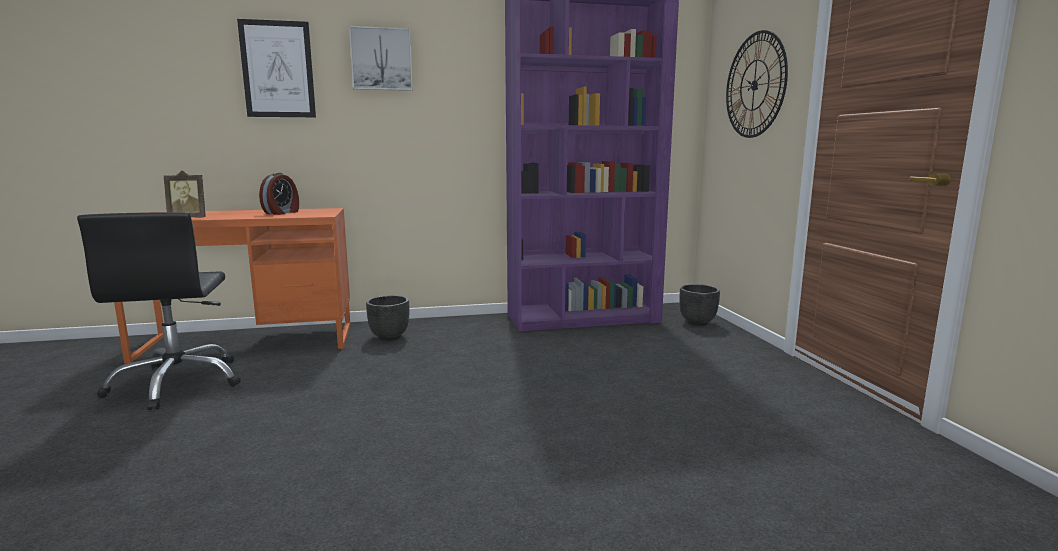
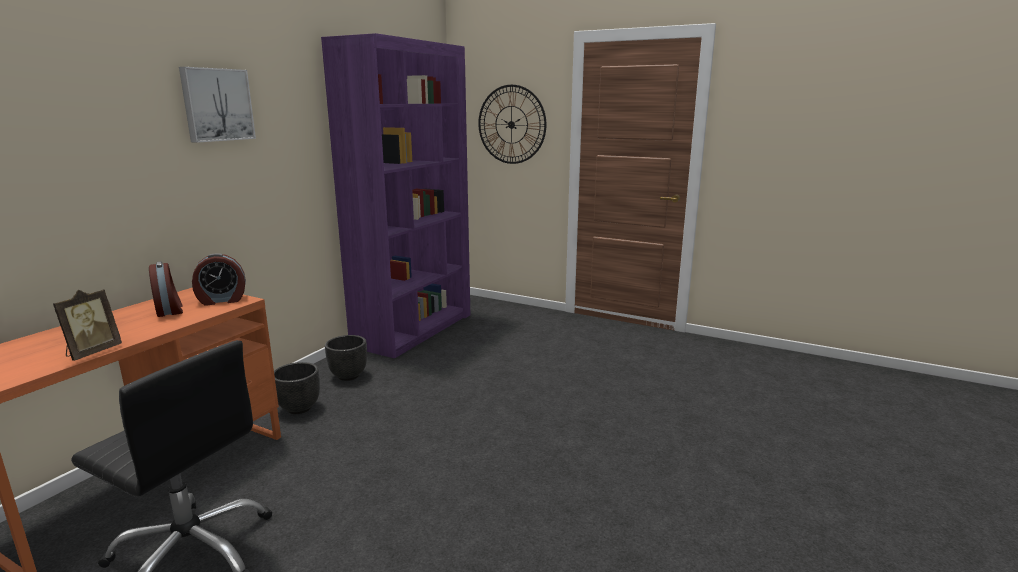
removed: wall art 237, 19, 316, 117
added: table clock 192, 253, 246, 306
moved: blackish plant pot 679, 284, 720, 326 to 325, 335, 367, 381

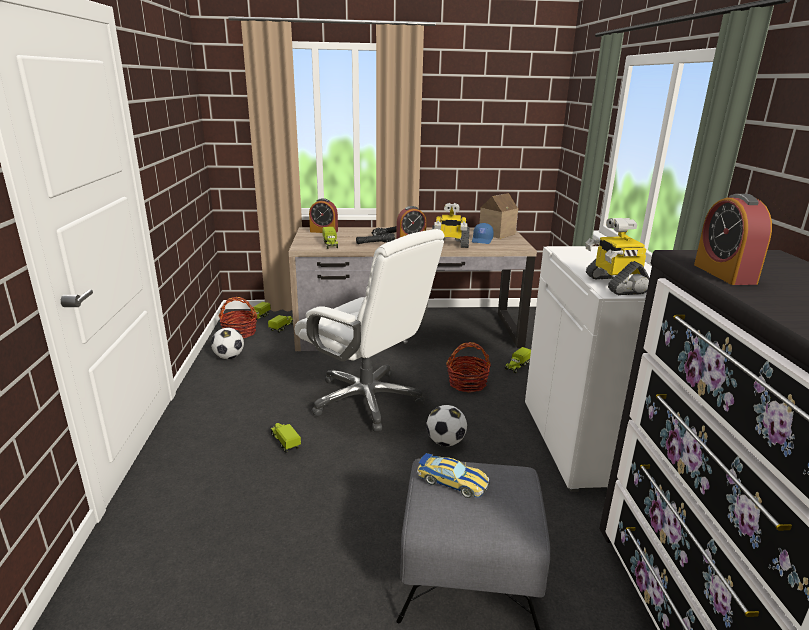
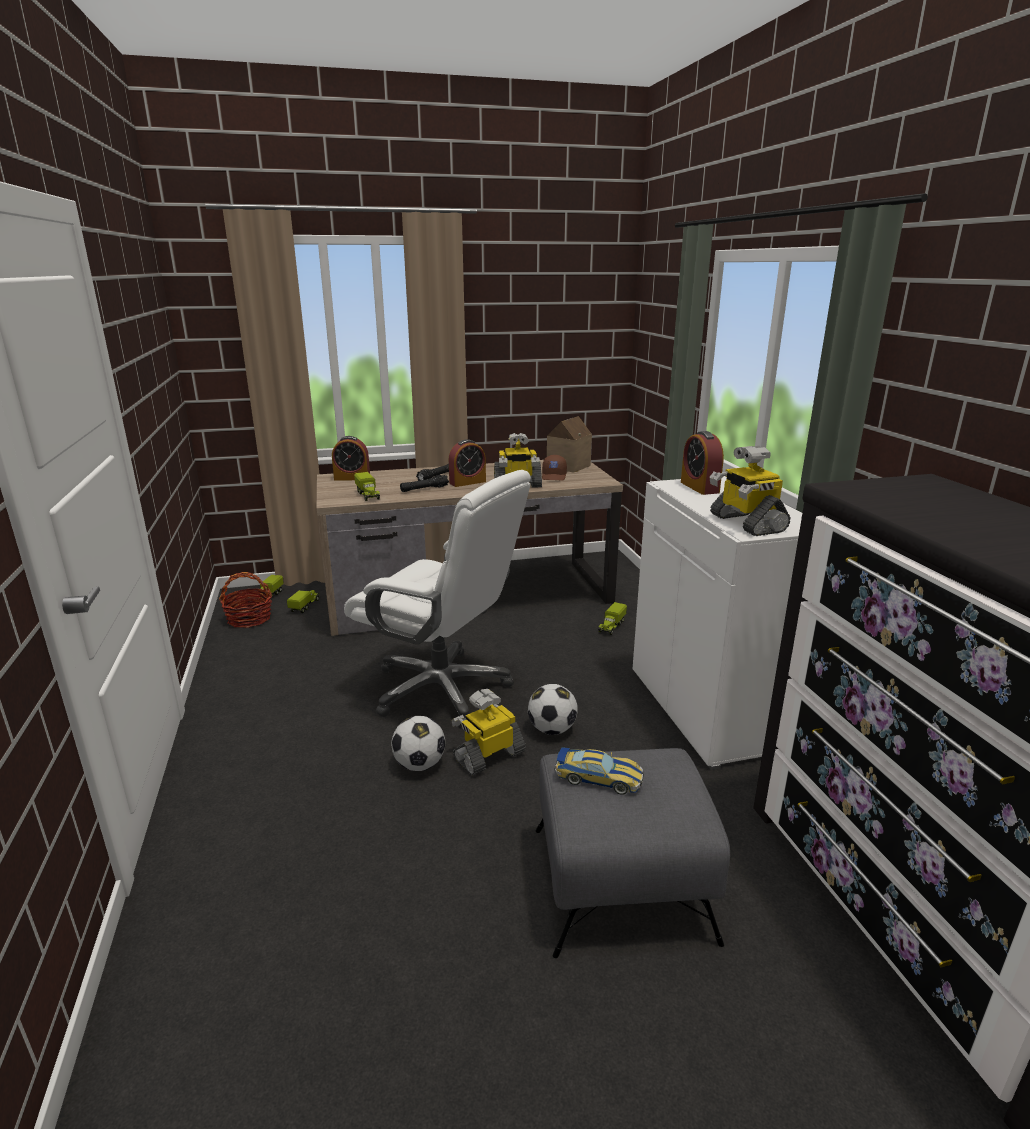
removed: model truck 270, 423, 301, 453; basket 446, 342, 491, 393
added: robot figure 452, 689, 526, 776
moved: ball for football 211, 328, 244, 359 to 391, 716, 445, 771; table clock 694, 194, 772, 285 to 681, 431, 724, 495
recoloured: blue baseball cap 472, 223, 494, 244 to brown baseball cap 542, 455, 567, 480

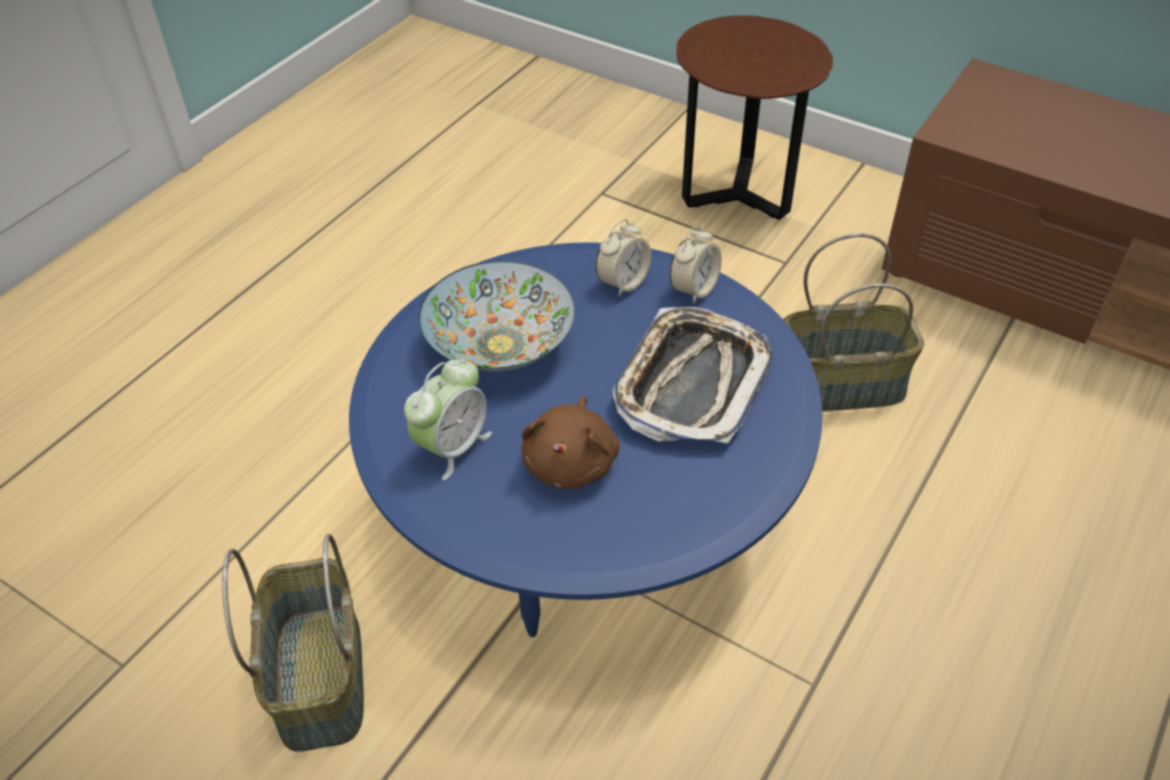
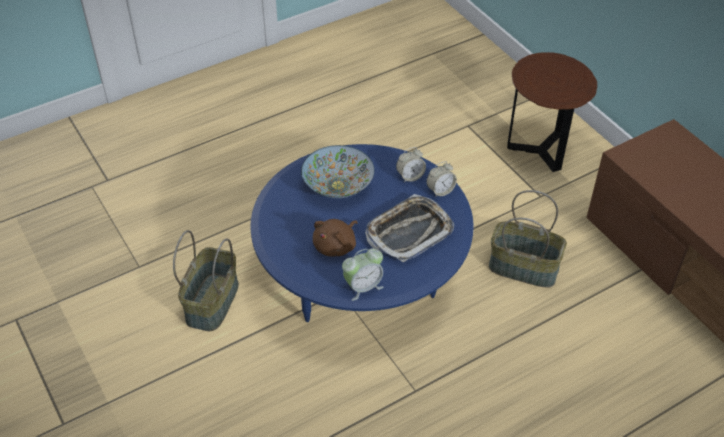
moved: table clock 404, 359, 492, 480 to 342, 248, 383, 301

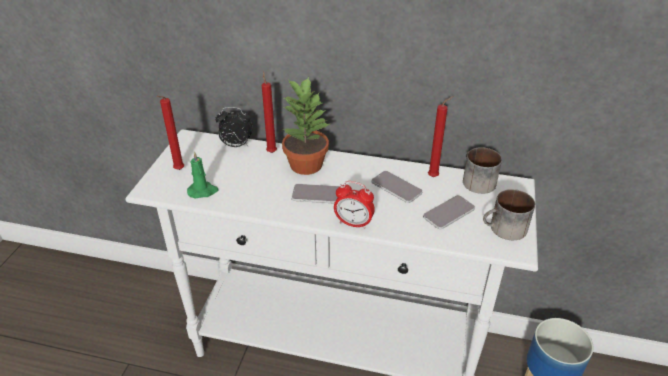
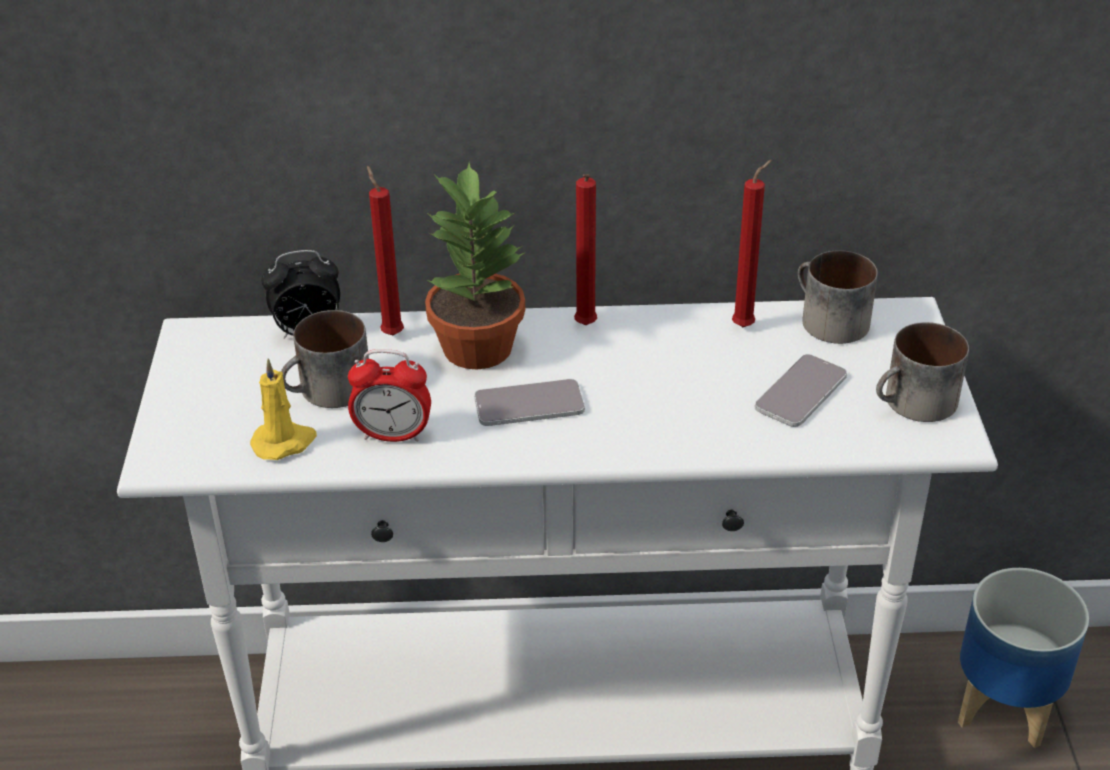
removed: handset 372, 171, 423, 203
added: tea mug 281, 310, 369, 408
moved: red candle 157, 96, 184, 170 to 574, 174, 597, 325; table clock 334, 181, 375, 229 to 348, 349, 431, 442
recoloured: greenish candle 187, 151, 219, 199 to yellowish candle 250, 358, 317, 460

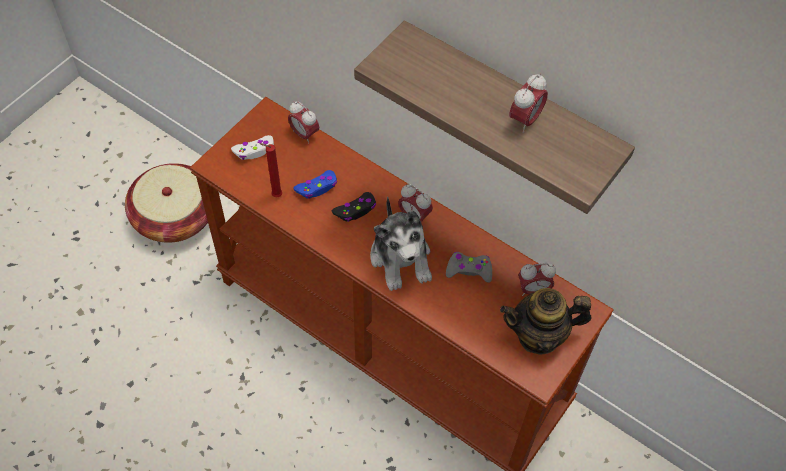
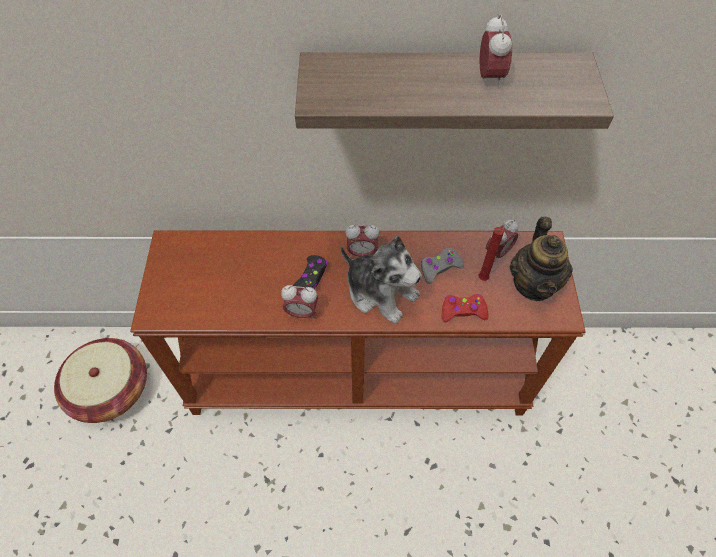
removed: white-coloured game controller 231, 135, 274, 160; blue game controller 293, 170, 337, 199
added: red game controller 442, 294, 489, 322
moved: red candle 260, 143, 282, 197 to 479, 227, 504, 281; table clock 288, 101, 319, 144 to 281, 285, 318, 319
turned: teapot 500, 288, 591, 355 = 510, 217, 573, 301 45 degrees counterclockwise

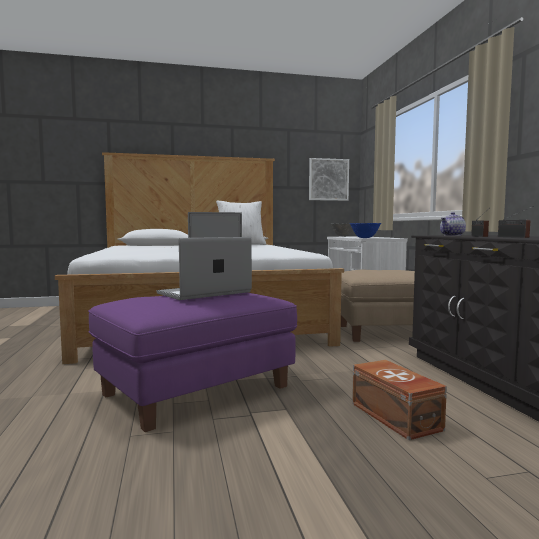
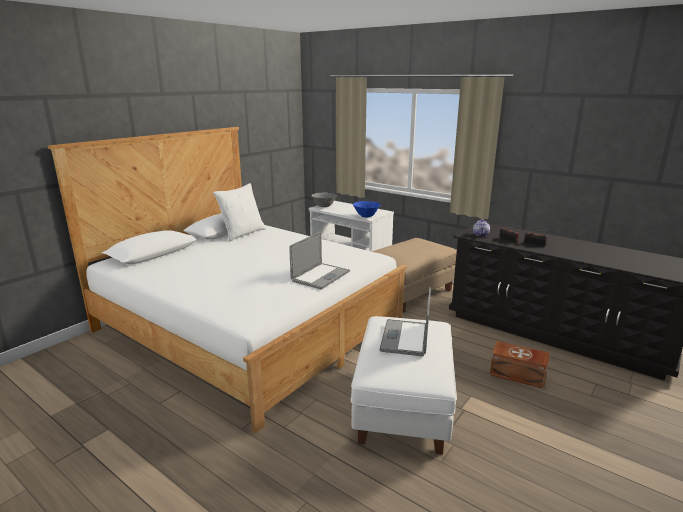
removed: wall art 309, 158, 349, 201
recoloured: purple pouffe 88, 293, 297, 432 to white-coloured pouffe 351, 316, 457, 455

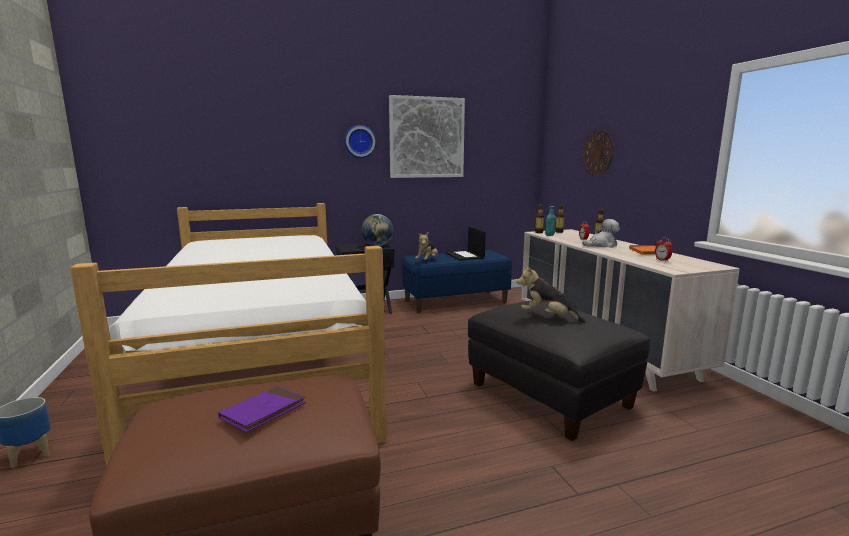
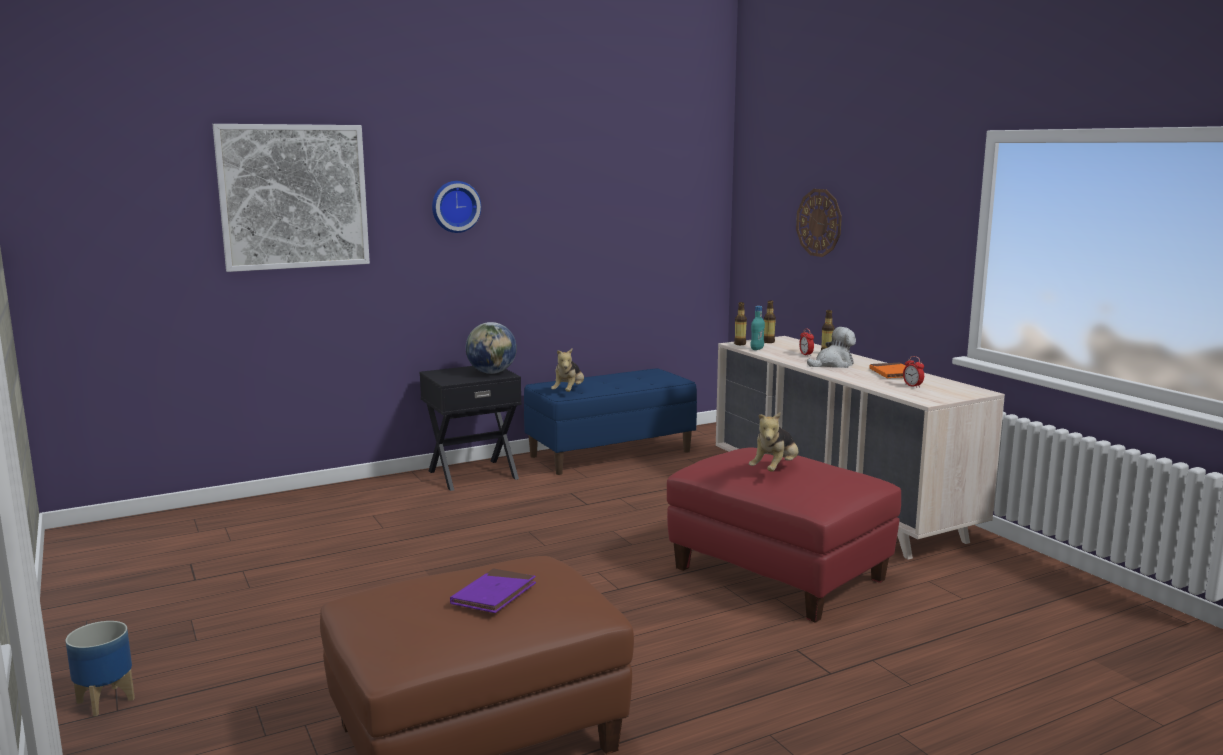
removed: bed 70, 203, 387, 466; laptop 446, 226, 486, 261
moved: wall art 389, 95, 465, 178 to 213, 124, 370, 272
recoloured: blackish pouffe 468, 301, 650, 441 to red pouffe 667, 447, 901, 623
turned: cuddly toy 517, 265, 586, 323 = 749, 412, 798, 472 75 degrees counterclockwise

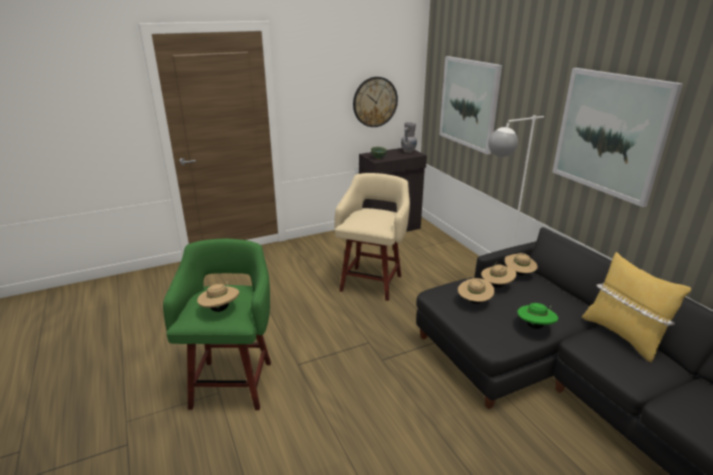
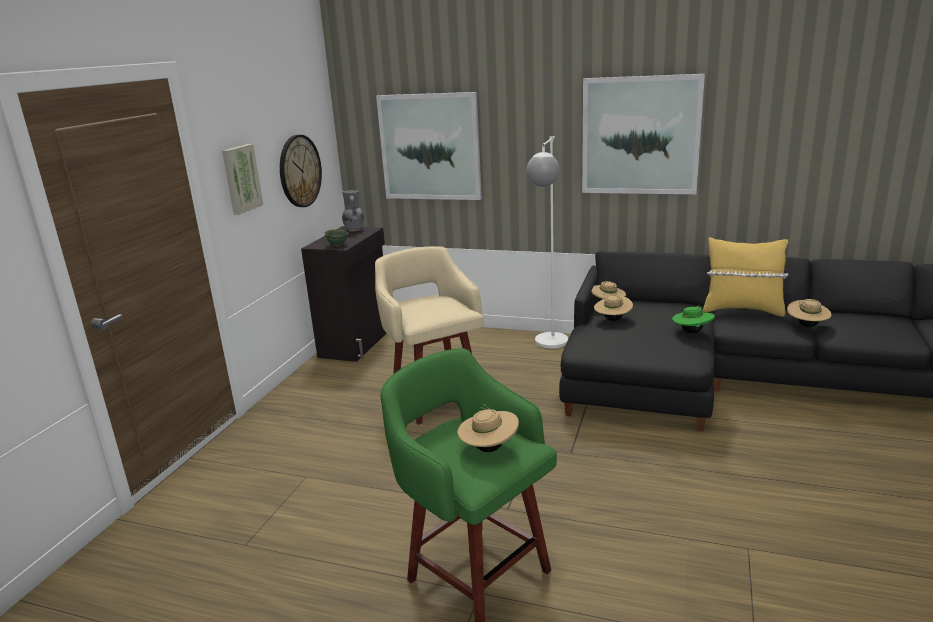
added: wall art 222, 144, 263, 215
moved: beige hat 458, 278, 495, 304 to 787, 299, 832, 327

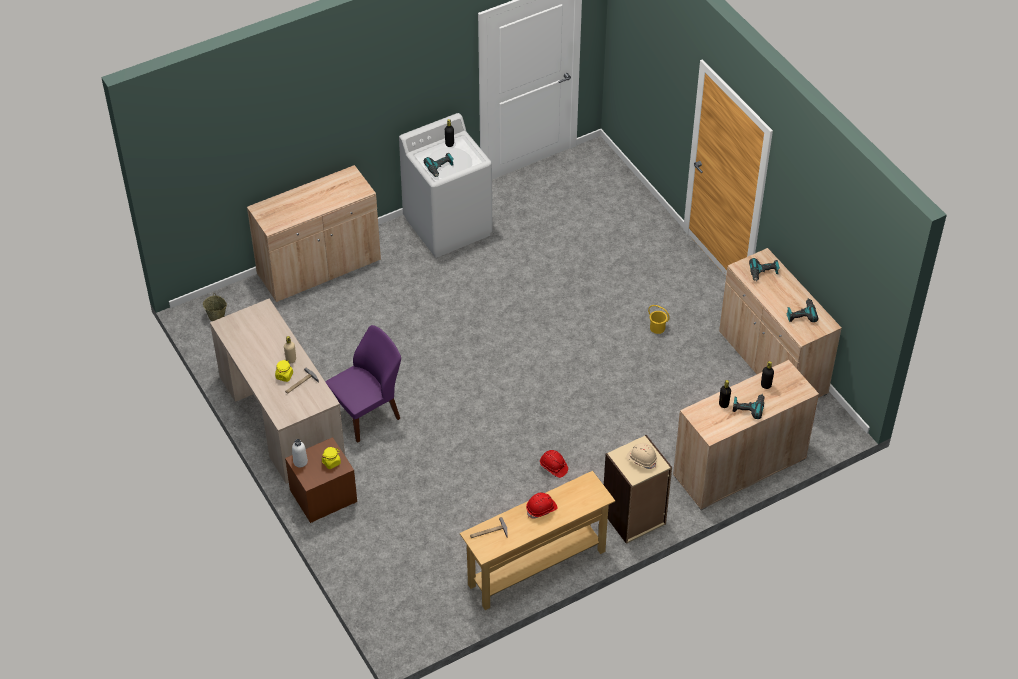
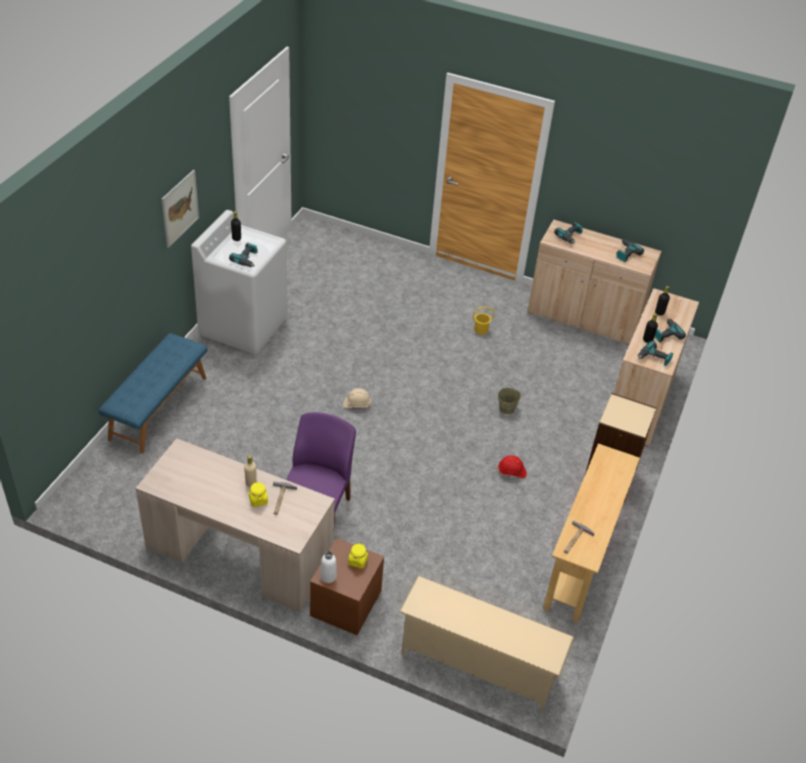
removed: red safety helmet 526, 493, 558, 519
added: wall art 162, 170, 199, 248; beige shoe shelf 399, 576, 574, 713; electric drill 638, 341, 673, 366
moved: beige water bucket 203, 294, 227, 321 to 498, 385, 521, 414; beige safety helmet 626, 443, 657, 469 to 343, 388, 371, 409
replaced: beige cupboard 247, 165, 381, 302 to blue indoor bench 99, 333, 208, 454

